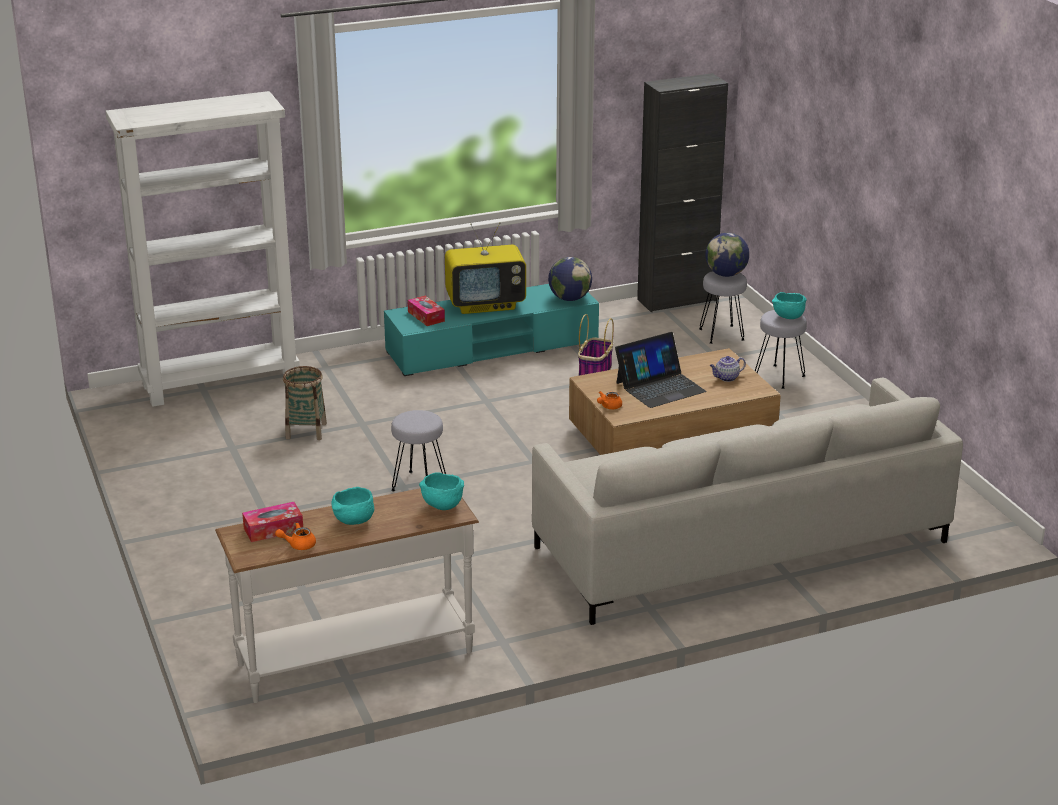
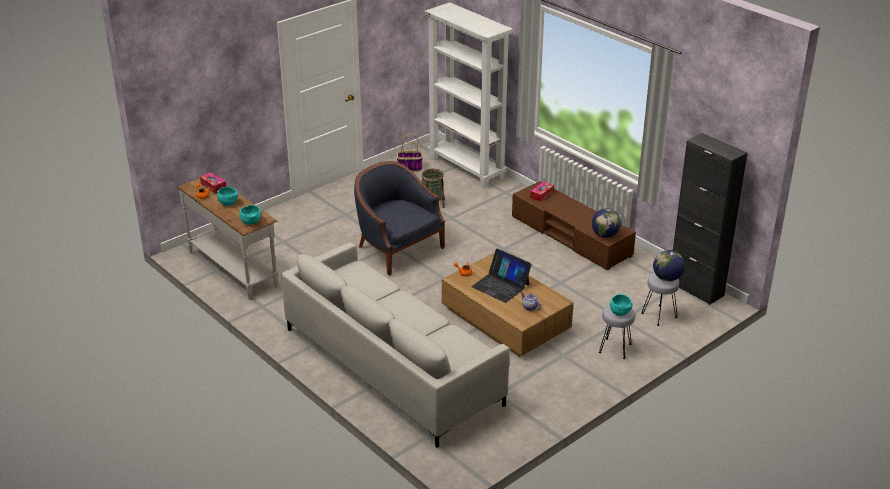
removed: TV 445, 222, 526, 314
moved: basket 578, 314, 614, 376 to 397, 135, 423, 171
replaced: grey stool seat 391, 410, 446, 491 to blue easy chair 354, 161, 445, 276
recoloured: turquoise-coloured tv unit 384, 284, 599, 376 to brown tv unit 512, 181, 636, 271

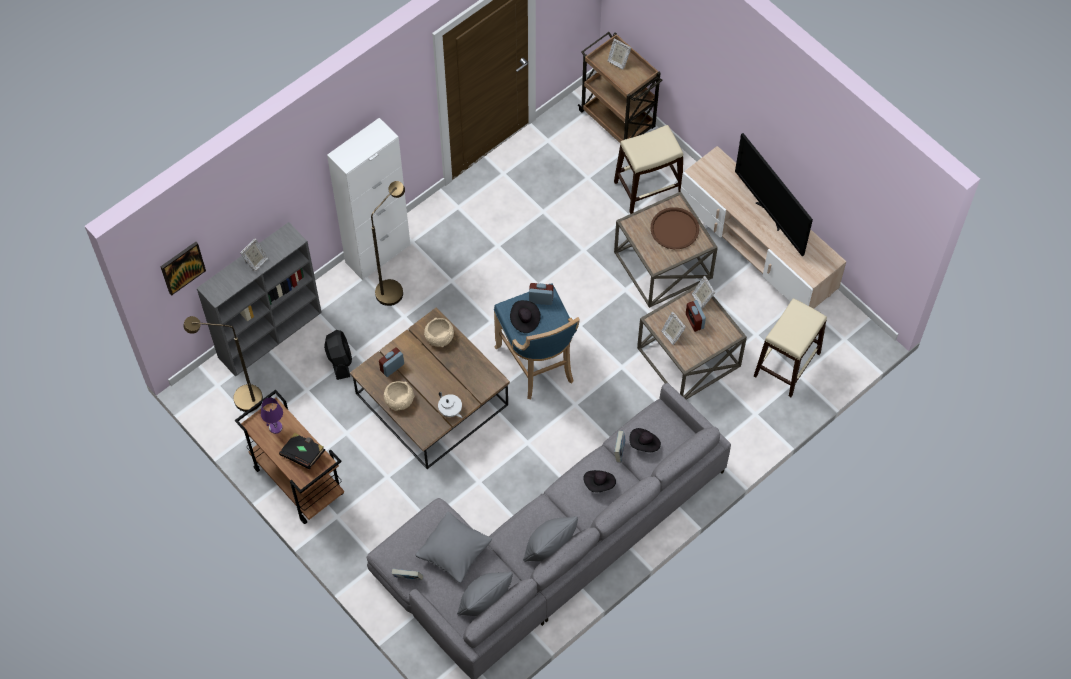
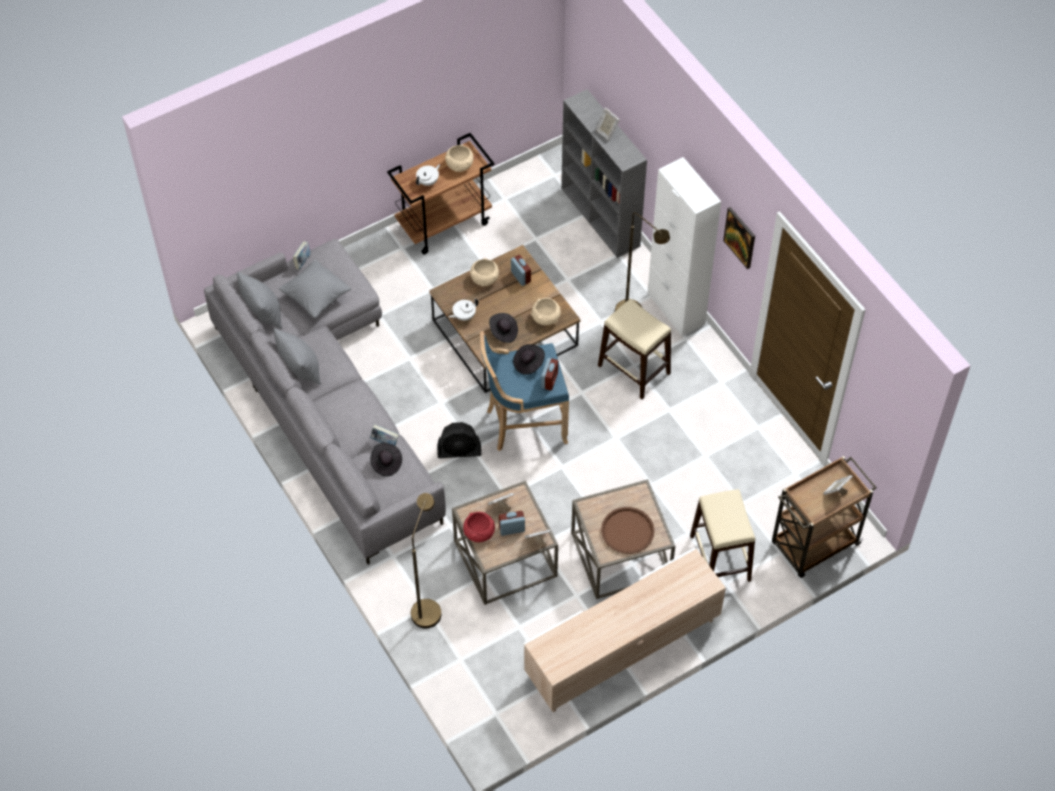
removed: TV 735, 133, 813, 256
added: red deep dish 463, 512, 495, 542
moved: wall art 160, 242, 206, 296 to 723, 207, 755, 269; brown standard lamp 183, 316, 263, 412 to 411, 493, 441, 628; blackish fan 324, 330, 352, 380 to 437, 422, 481, 458; blackish hat 583, 470, 616, 492 to 489, 313, 518, 343; beige stool seat 754, 298, 827, 397 to 598, 299, 671, 400
replaced: purple tabletop lamp 261, 397, 283, 434 to beige deep dish 445, 145, 473, 172; blackish bound book 279, 433, 325, 469 to white-coloured teapot 416, 164, 440, 186

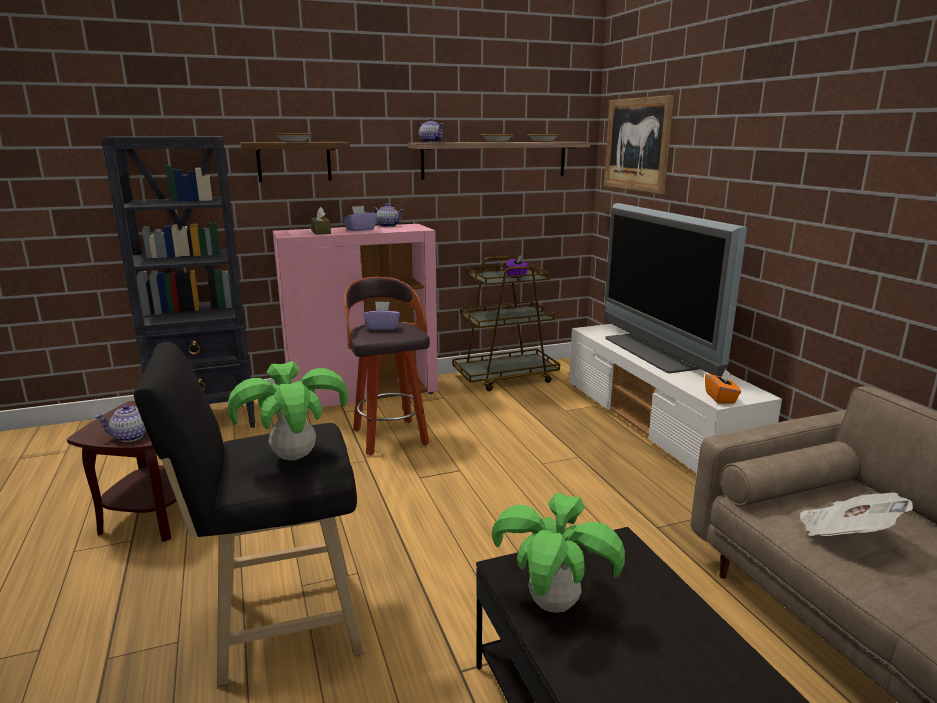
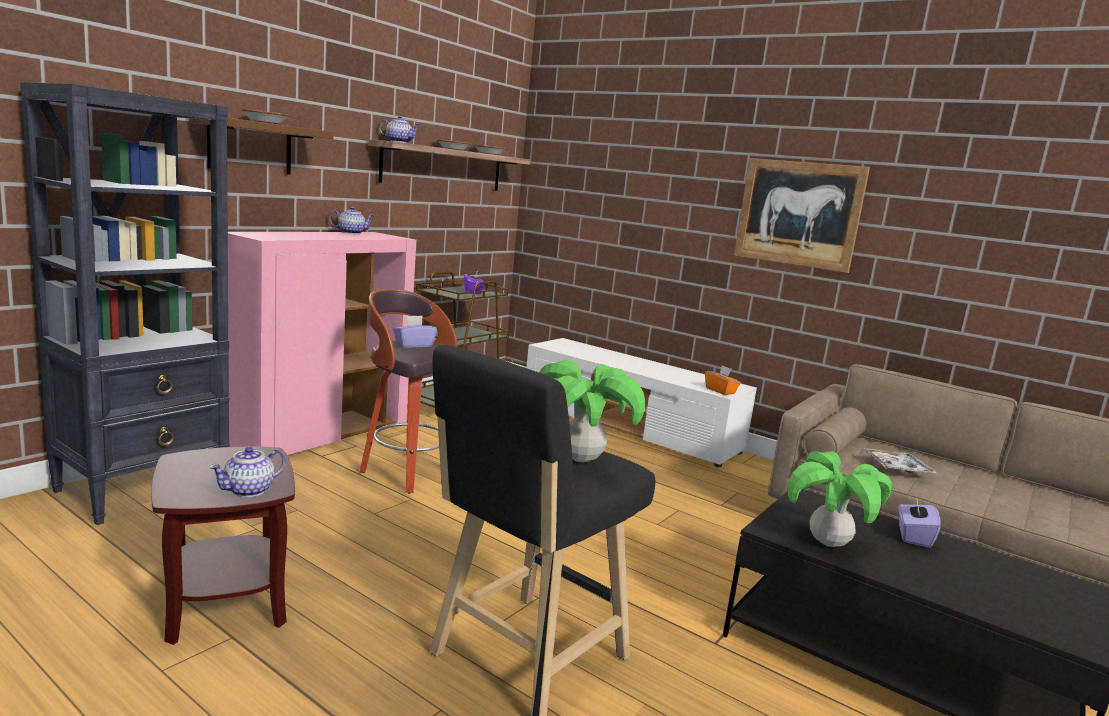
removed: brown tissue box 310, 207, 331, 235; TV 605, 203, 747, 377
moved: purple tissue box 343, 206, 377, 231 to 898, 494, 941, 548; wall art 604, 95, 674, 194 to 734, 158, 870, 273
replaced: printed paper 800, 492, 913, 536 to carrying tray 864, 448, 938, 474

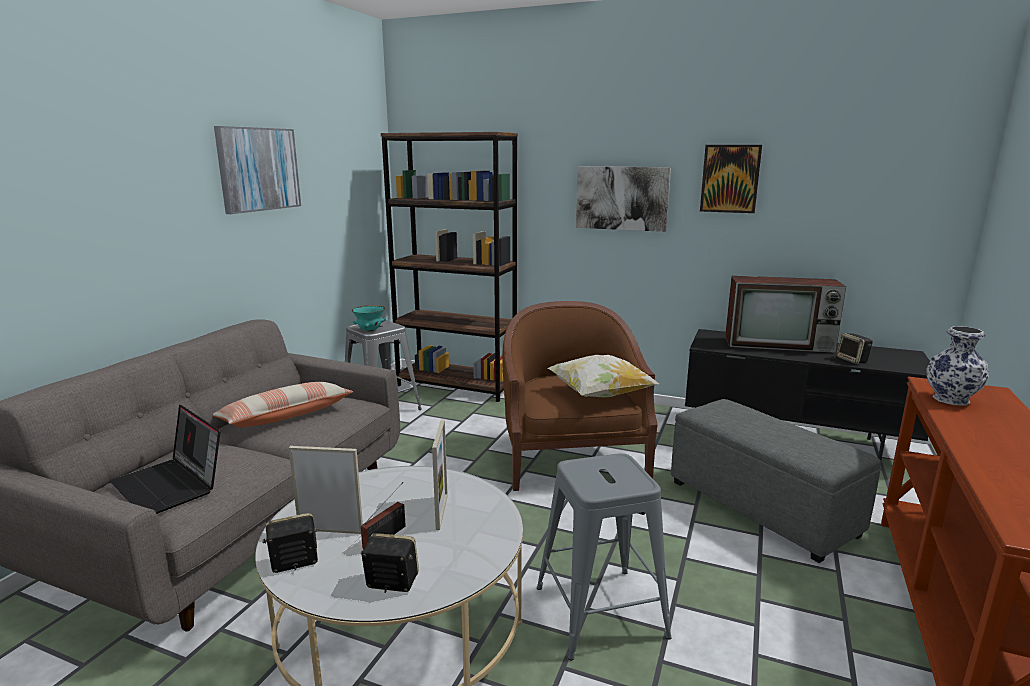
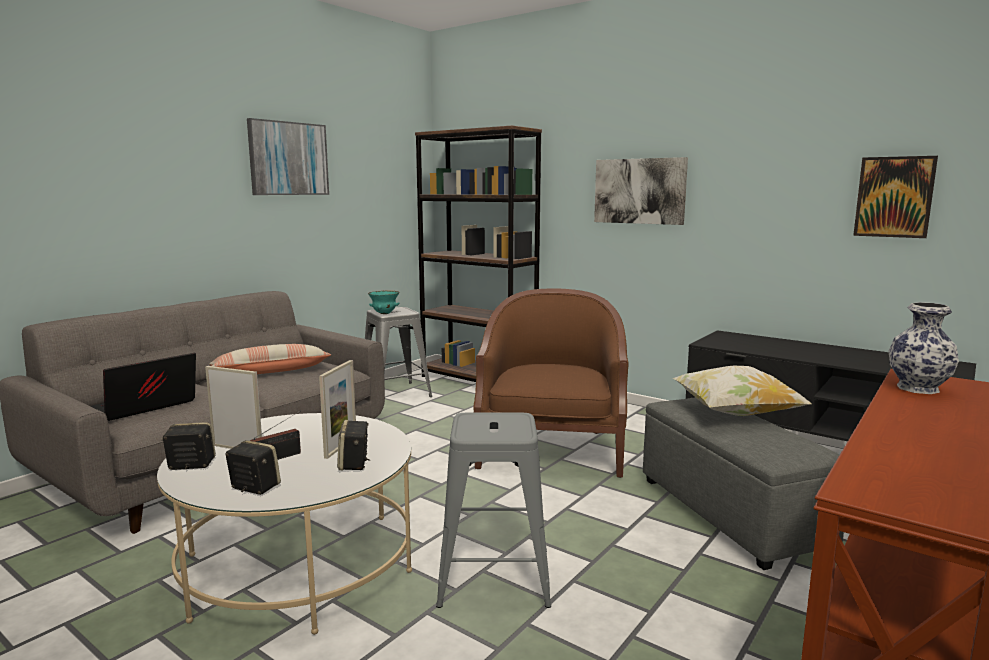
removed: TV 725, 276, 846, 353
moved: cushion 547, 355, 659, 398 to 672, 366, 812, 416; wall art 700, 145, 762, 213 to 853, 156, 938, 238; speaker 836, 333, 873, 364 to 337, 420, 370, 470
turned: laptop 110, 405, 220, 514 = 91, 353, 196, 421 75 degrees clockwise

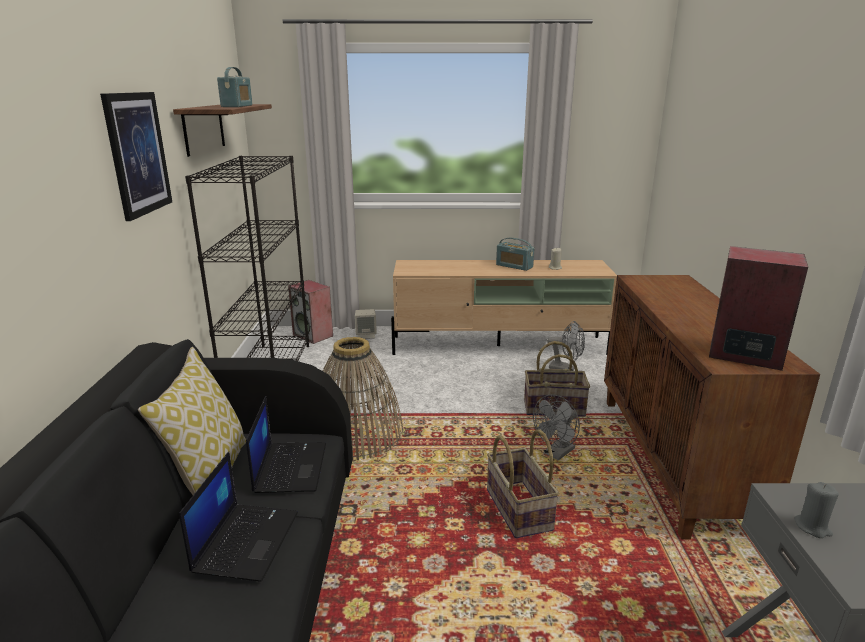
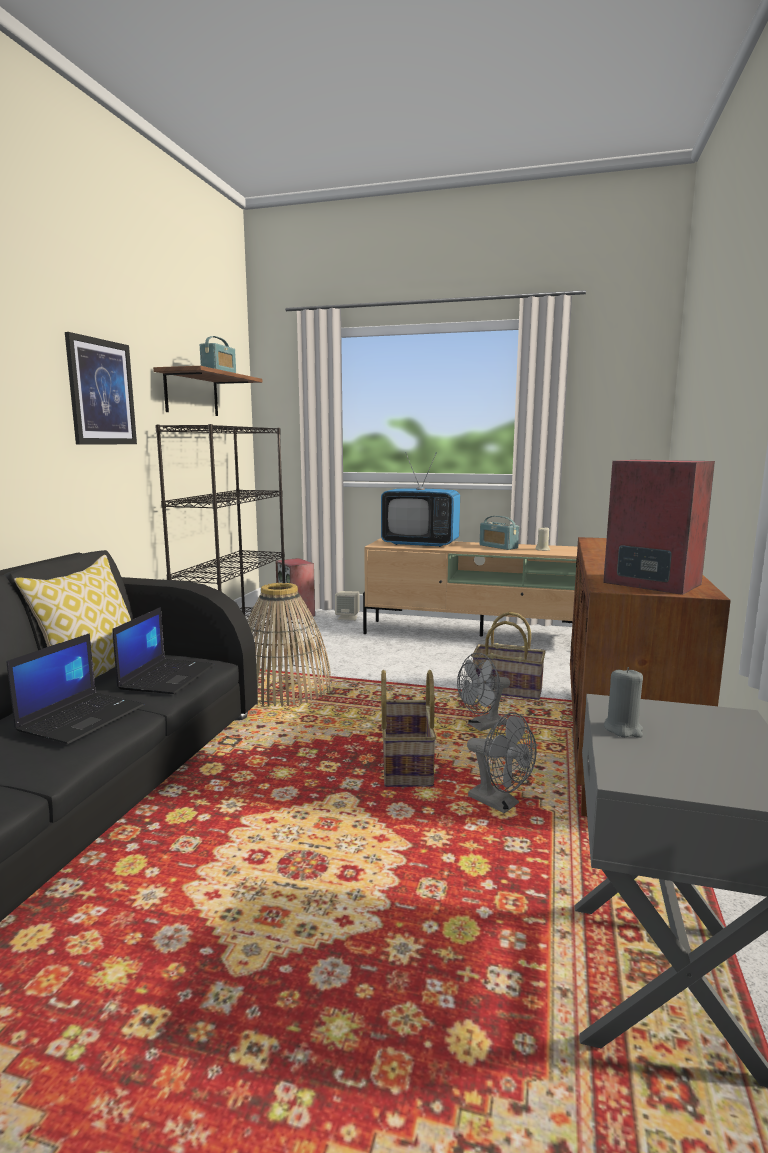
added: TV 381, 452, 460, 547
moved: grey fan 547, 321, 585, 371 to 467, 712, 537, 813

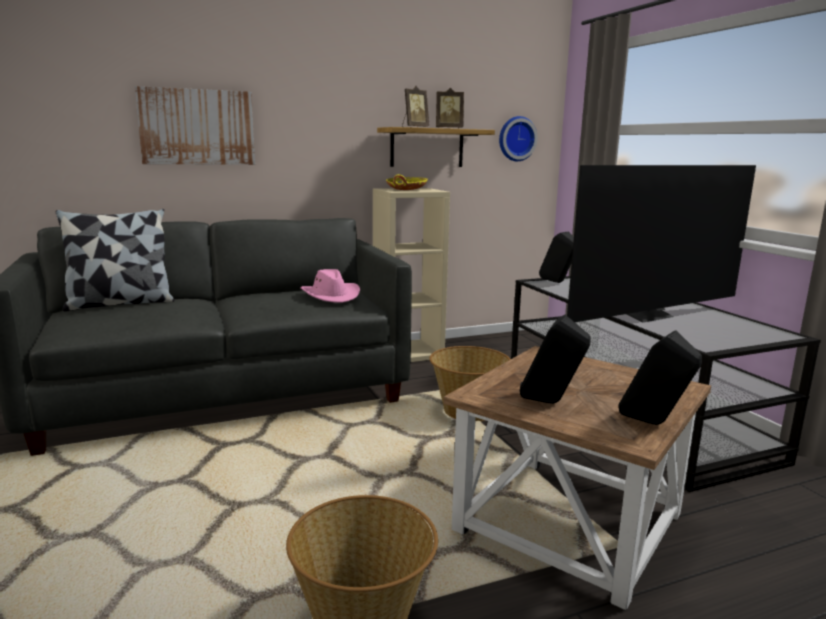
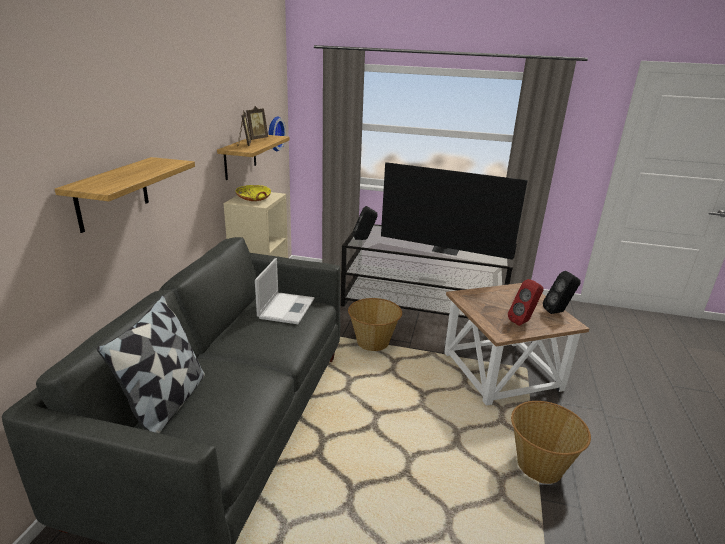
replaced: wall art 135, 86, 255, 165 to shelf 55, 157, 195, 233; pinkish hat 300, 269, 360, 303 to laptop 255, 258, 315, 324
recoloured: blackish speaker 520, 315, 591, 404 to red speaker 508, 279, 544, 326
turned: TV 567, 165, 756, 322 = 381, 162, 528, 260 105 degrees clockwise

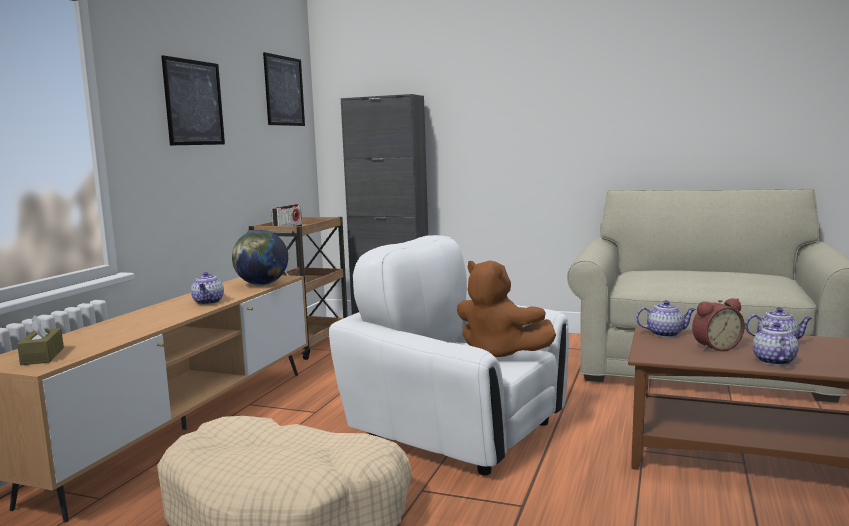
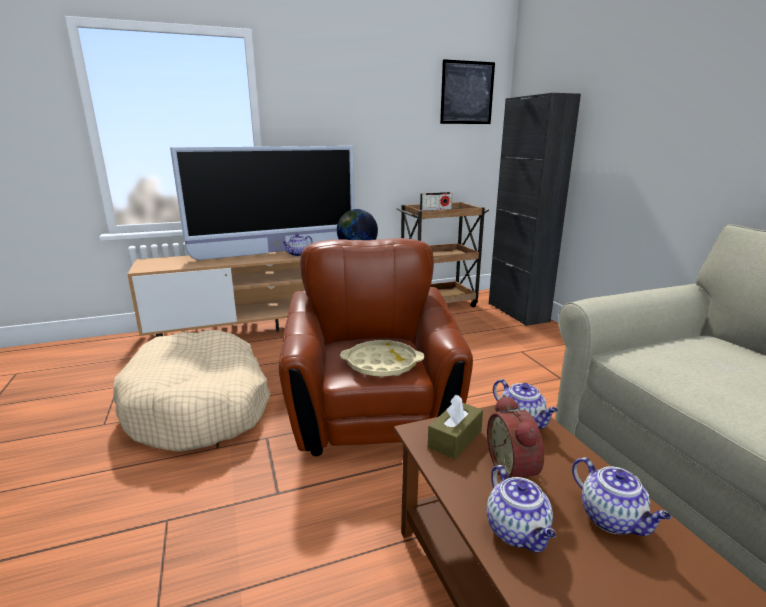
removed: wall art 161, 55, 225, 146
added: TV 170, 146, 354, 260
moved: brown tissue box 17, 315, 64, 365 to 428, 395, 483, 459
replaced: brown cuddly toy 457, 260, 556, 357 to beige carrying tray 340, 340, 424, 377
recoloured: white-coloured easy chair 329, 235, 569, 475 to brown easy chair 279, 238, 473, 456
turned: table clock 692, 298, 745, 351 = 487, 395, 544, 478 45 degrees clockwise; teapot 753, 322, 799, 365 = 487, 465, 556, 553 105 degrees clockwise

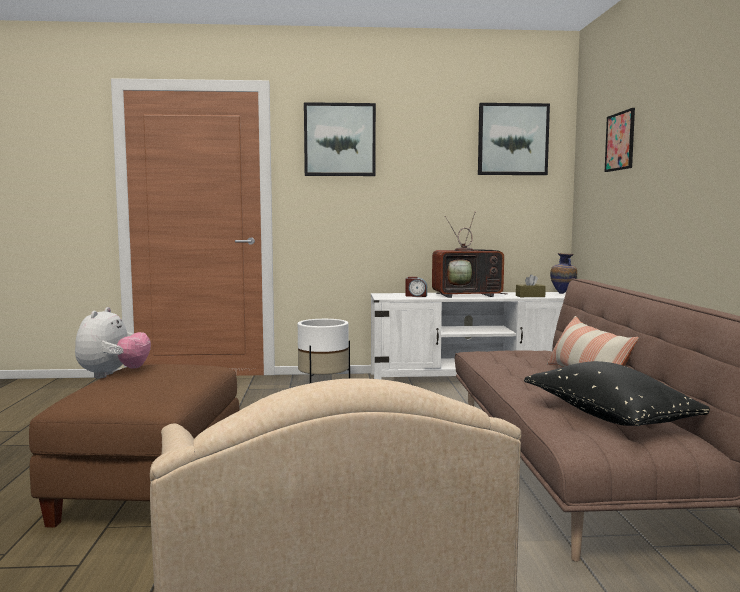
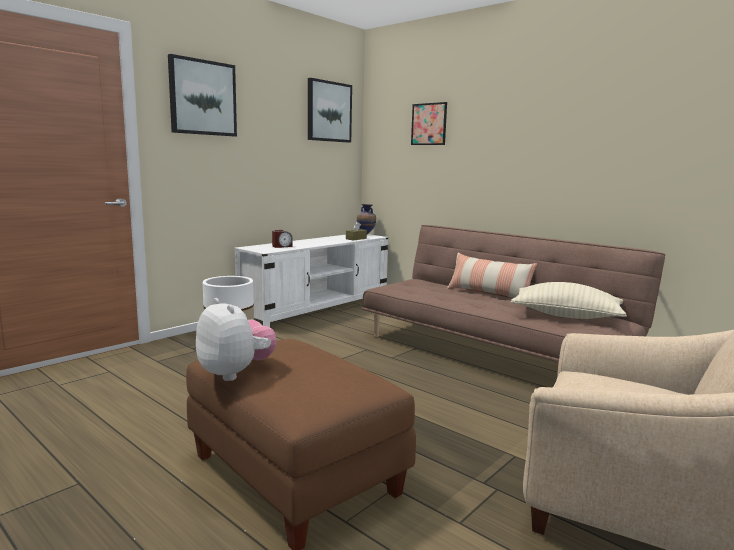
removed: TV 432, 211, 507, 298
recoloured: blackish cushion 524, 361, 710, 426 to beige cushion 510, 282, 627, 319

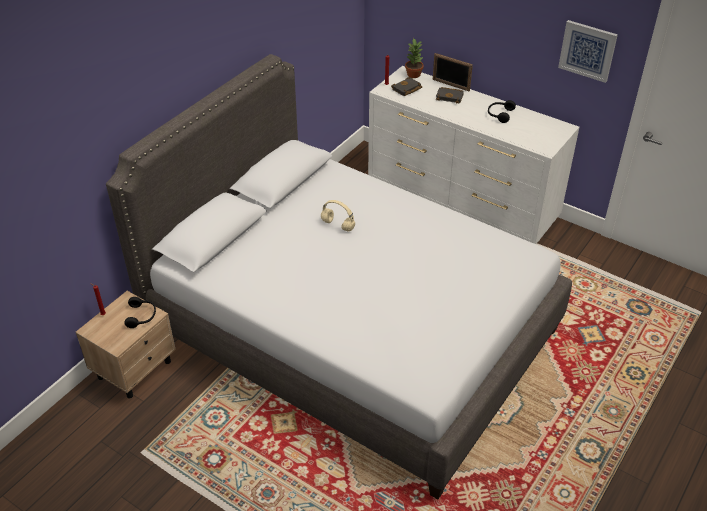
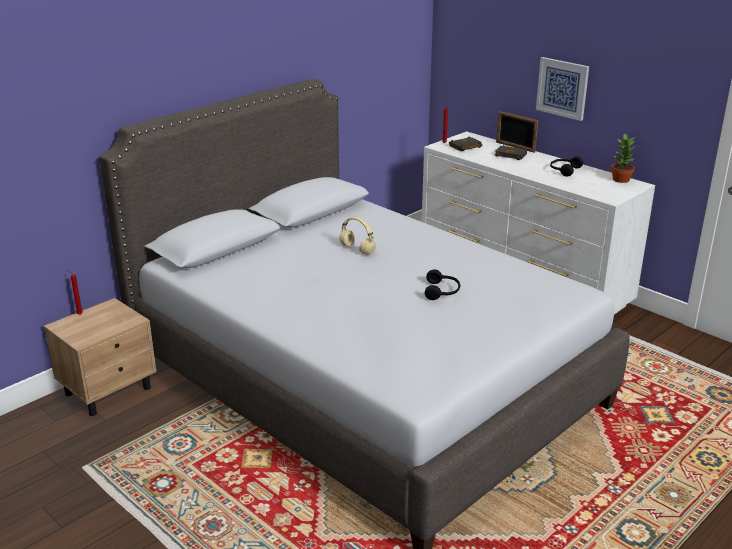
moved: blackish pair of headphones 124, 297, 156, 328 to 425, 269, 460, 300; plant in a pot 405, 38, 424, 78 to 611, 134, 635, 183; wall art 558, 20, 618, 83 to 536, 57, 589, 121

